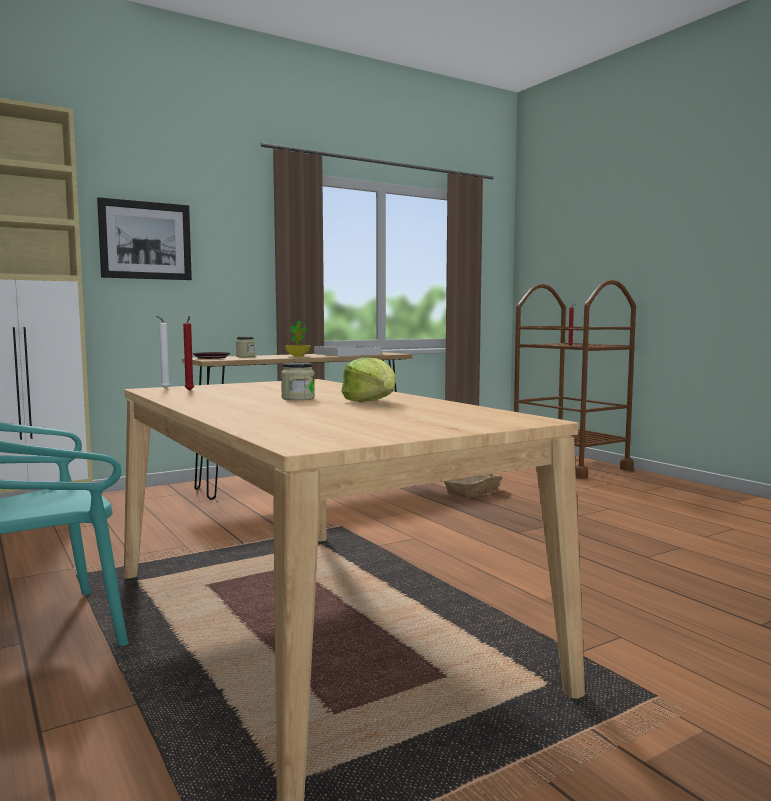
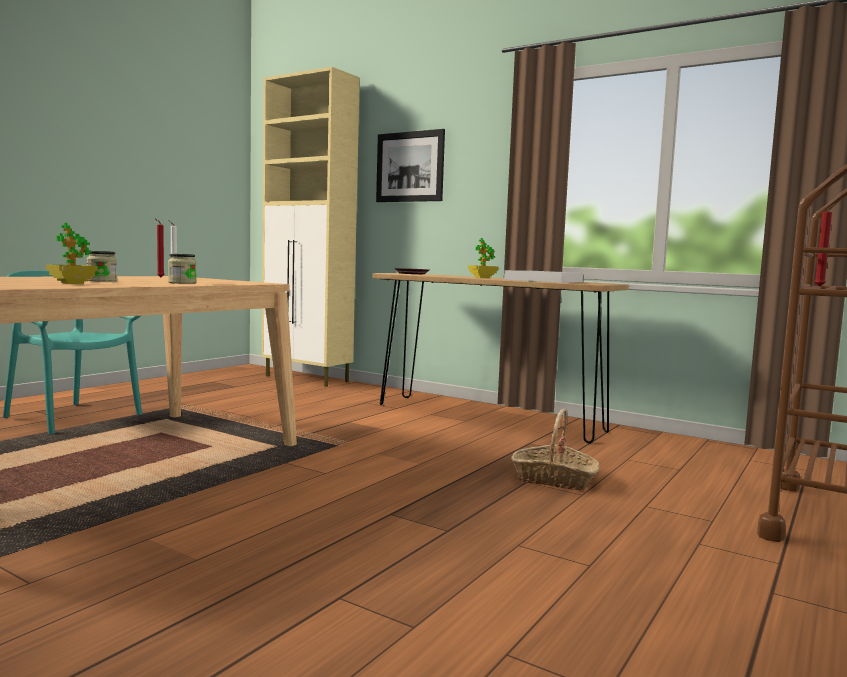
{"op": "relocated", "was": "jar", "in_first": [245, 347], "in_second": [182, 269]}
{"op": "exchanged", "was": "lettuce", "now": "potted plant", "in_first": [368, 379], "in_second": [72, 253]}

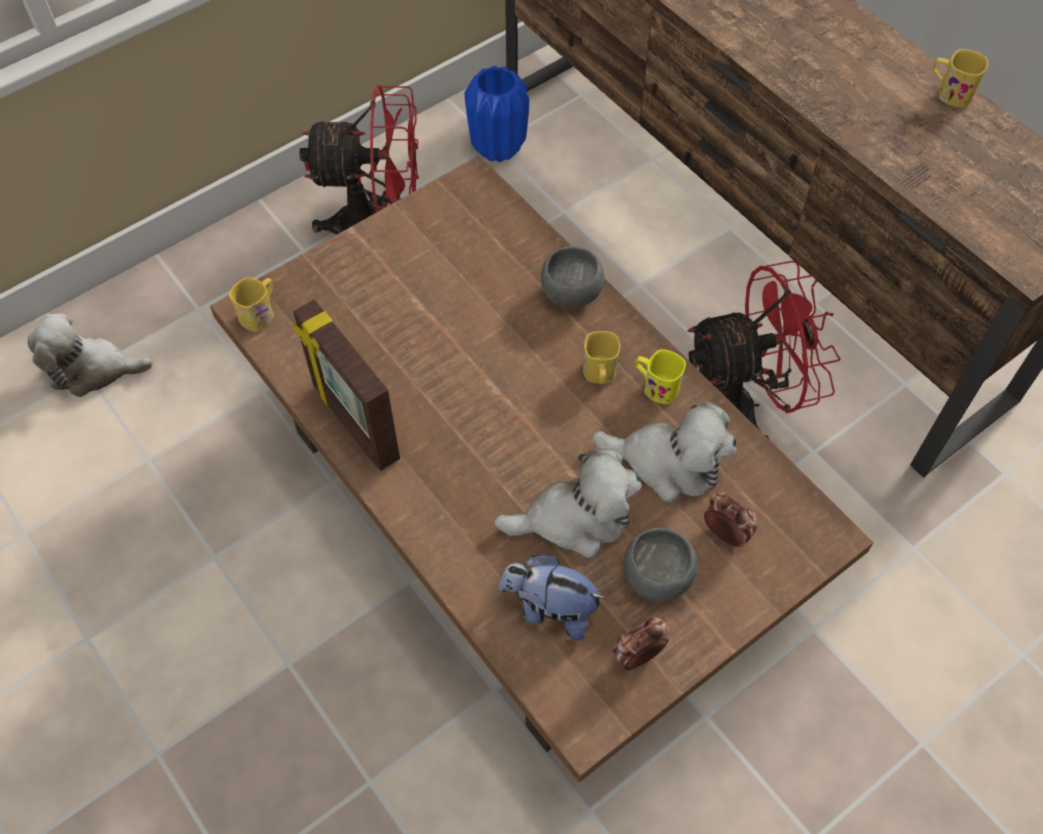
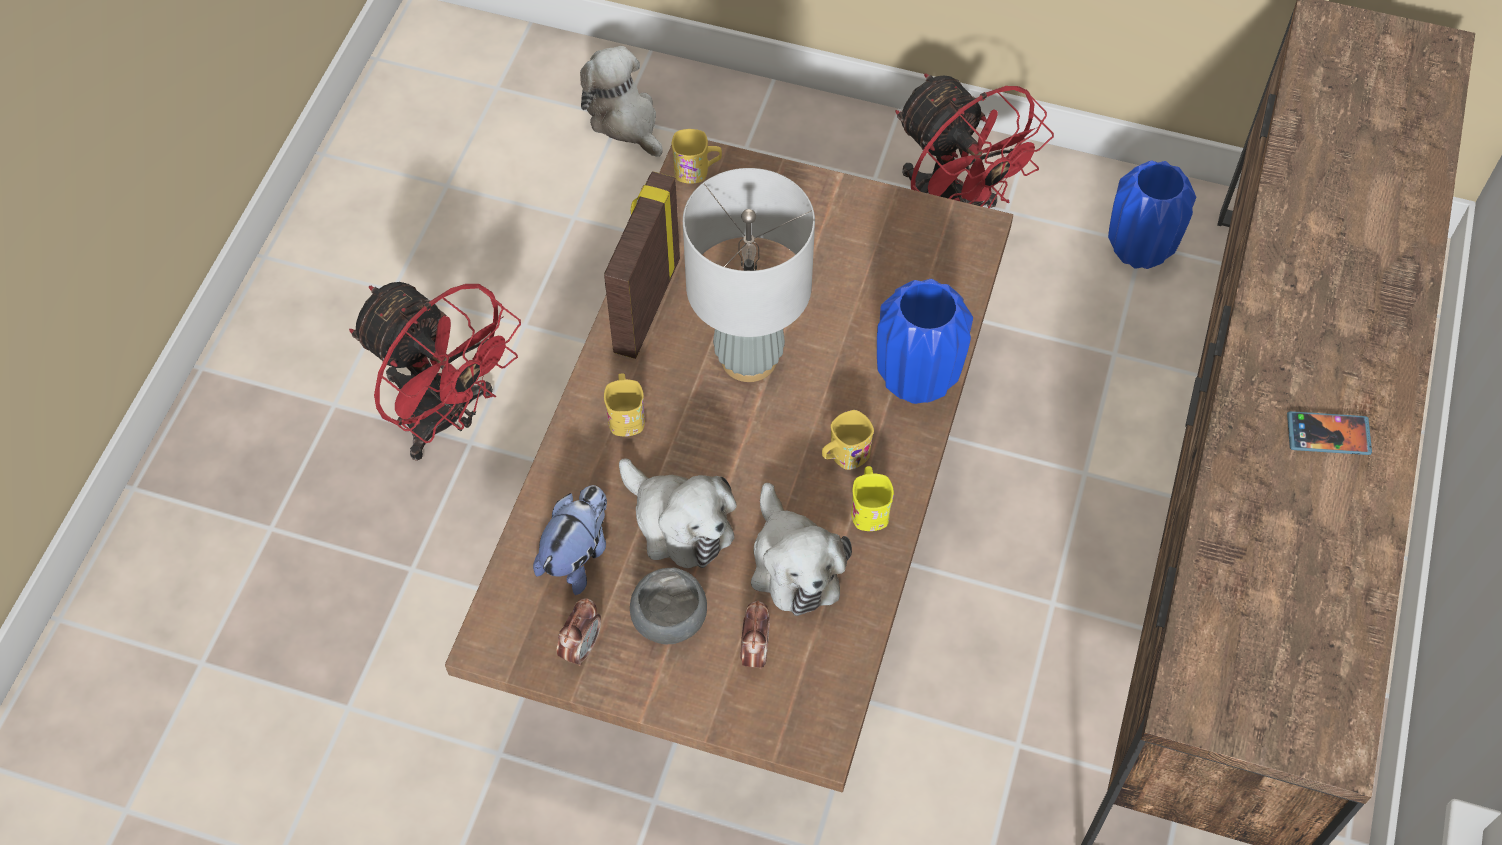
{"op": "spun", "was": "plush toy", "in_first": [552, 597], "in_second": [570, 540], "clockwise": 45}
{"op": "exchanged", "was": "bowl/grey", "now": "vase/blue", "in_first": [572, 277], "in_second": [925, 341]}
{"op": "spun", "was": "alarm clock", "in_first": [641, 643], "in_second": [579, 632], "clockwise": 90}
{"op": "relocated", "was": "fan/red", "in_first": [764, 349], "in_second": [435, 371]}
{"op": "relocated", "was": "mug/yellow", "in_first": [960, 78], "in_second": [624, 405]}
{"op": "appeared", "now": "table lamp/grey", "in_second": [749, 275]}
{"op": "appeared", "now": "phone", "in_second": [1329, 433]}

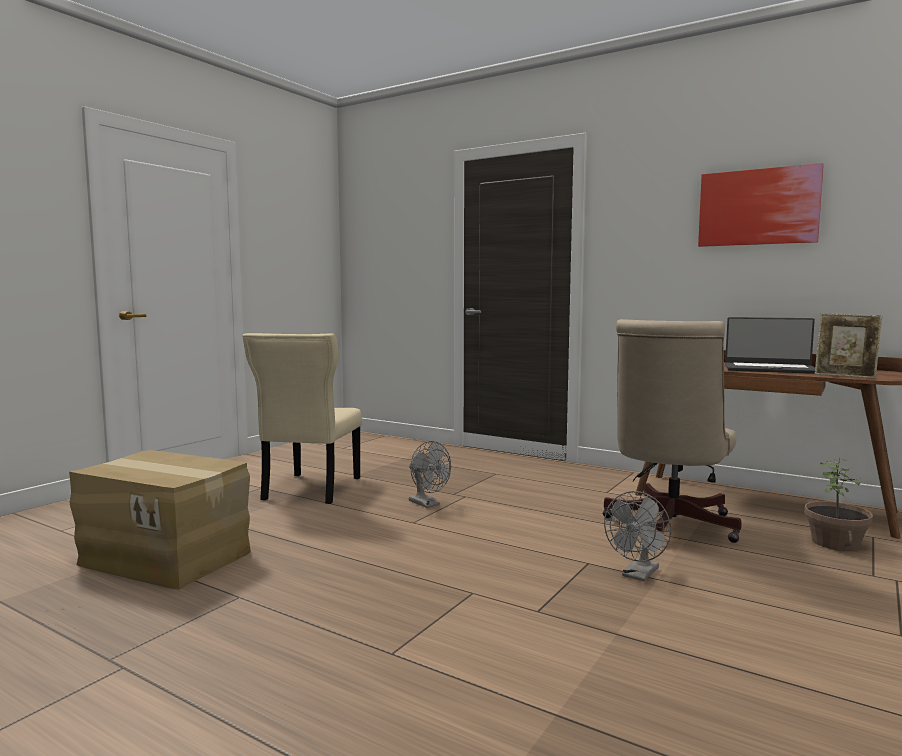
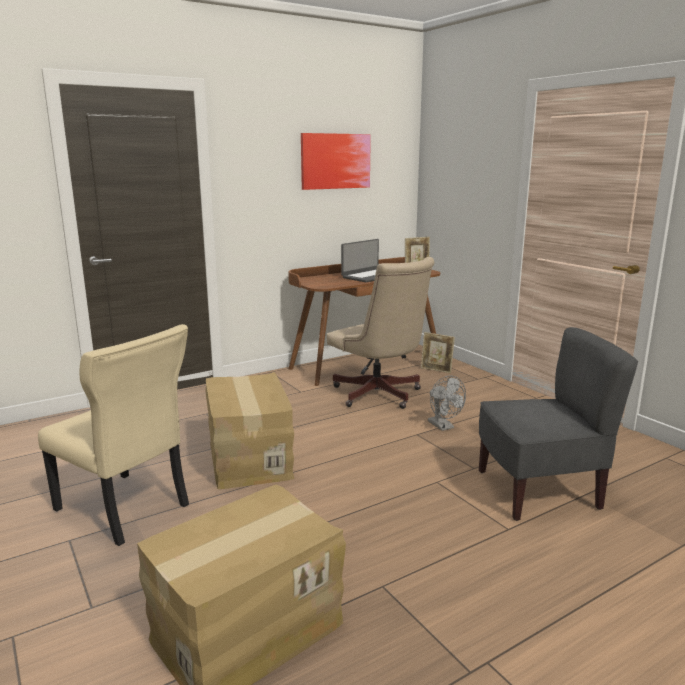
{"op": "exchanged", "was": "fan/grey", "now": "cardboard box", "in_first": [430, 474], "in_second": [249, 430]}
{"op": "exchanged", "was": "potted plant", "now": "picture frame", "in_first": [838, 504], "in_second": [438, 352]}
{"op": "appeared", "now": "chair/grey", "in_second": [558, 424]}

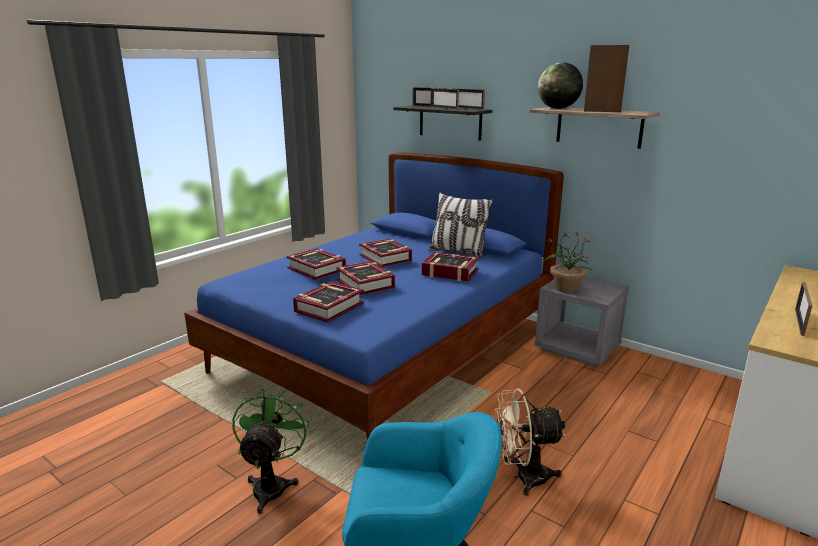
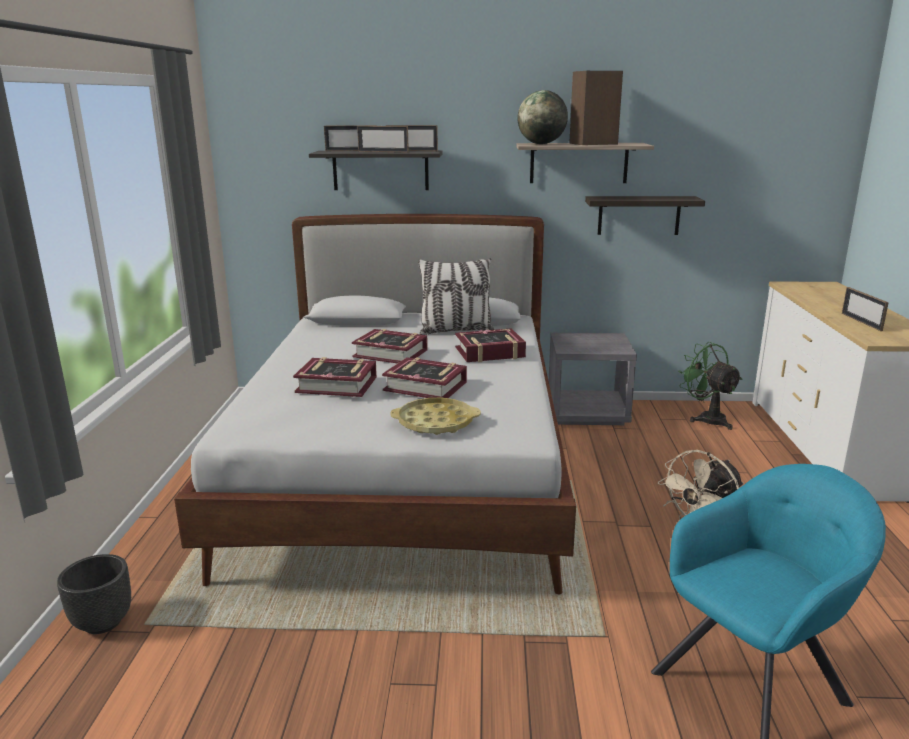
{"op": "colour", "was": "bed/blue", "now": "bed/white", "in_first": [374, 296], "in_second": [375, 404]}
{"op": "relocated", "was": "fan/green", "in_first": [270, 451], "in_second": [710, 386]}
{"op": "exchanged", "was": "book", "now": "tray/yellow", "in_first": [328, 301], "in_second": [435, 416]}
{"op": "missing", "was": "potted plant", "in_first": [568, 262]}
{"op": "appeared", "now": "planter/black", "in_second": [94, 594]}
{"op": "appeared", "now": "shelf", "in_second": [645, 215]}

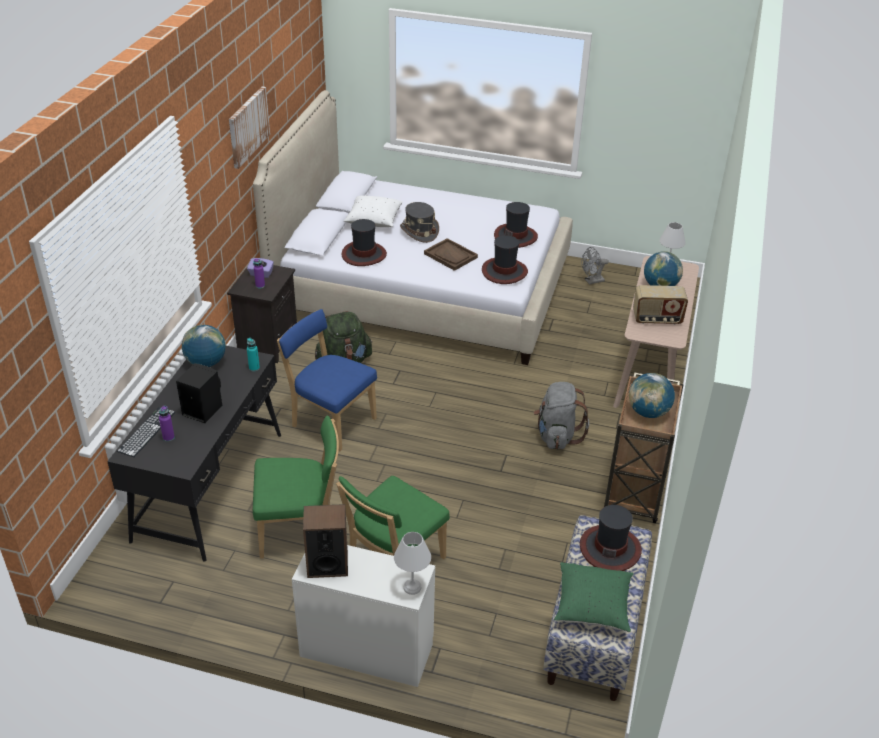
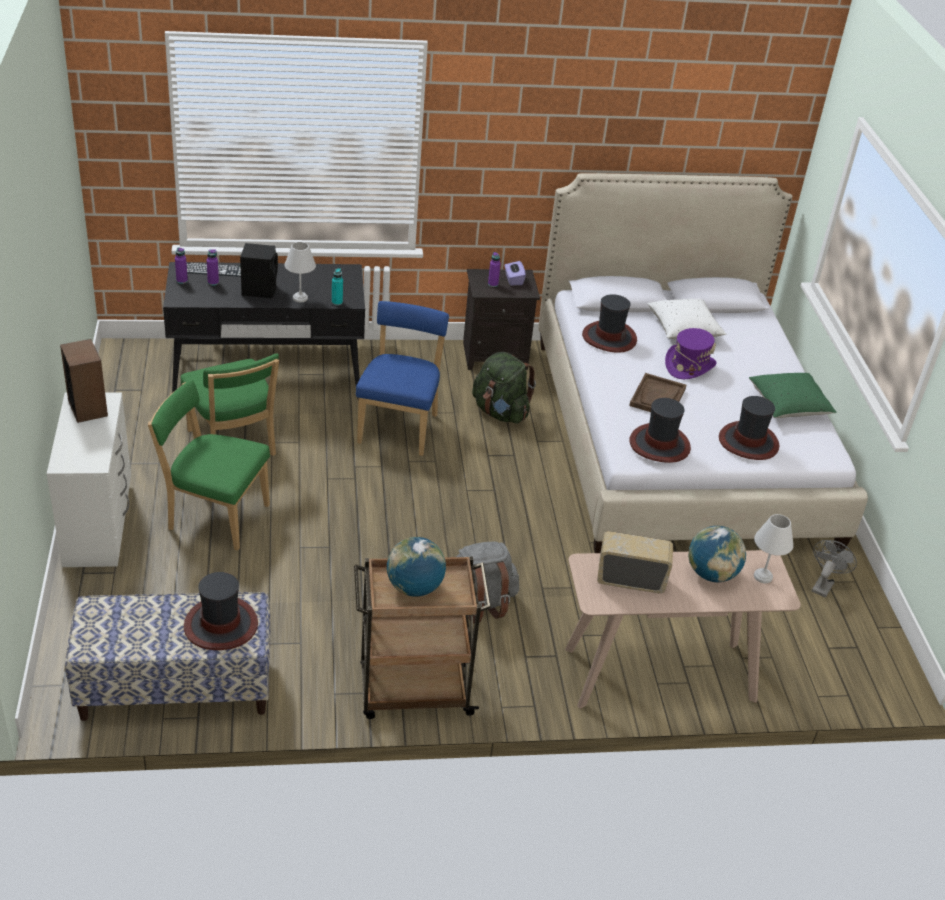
{"op": "missing", "was": "globe", "in_first": [204, 346]}
{"op": "missing", "was": "picture", "in_first": [249, 128]}
{"op": "relocated", "was": "table lamp/white", "in_first": [412, 563], "in_second": [300, 272]}
{"op": "colour", "was": "hat/grey", "now": "hat/purple", "in_first": [419, 222], "in_second": [691, 353]}
{"op": "relocated", "was": "pillow/green", "in_first": [593, 597], "in_second": [792, 395]}
{"op": "spun", "was": "fan/grey", "in_first": [595, 266], "in_second": [834, 569], "clockwise": 75}
{"op": "spun", "was": "radio", "in_first": [660, 305], "in_second": [635, 562], "clockwise": 120}
{"op": "appeared", "now": "bottle/purple", "in_second": [181, 265]}

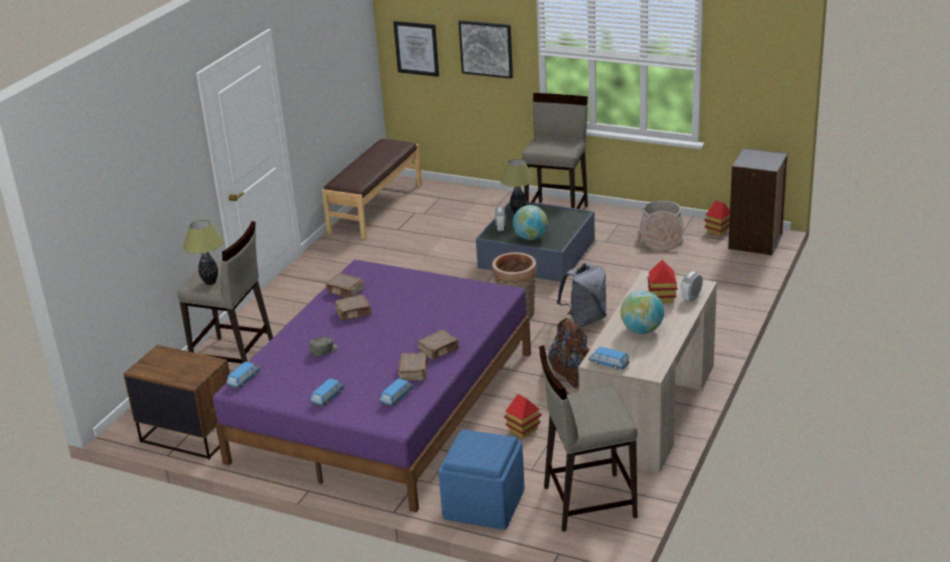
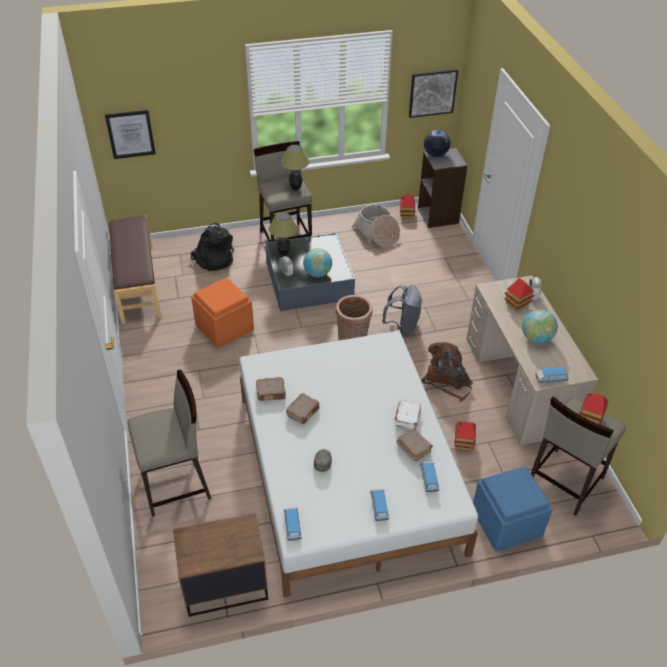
{"op": "relocated", "was": "table lamp", "in_first": [203, 252], "in_second": [295, 167]}
{"op": "colour", "was": "bed/purple", "now": "bed/white", "in_first": [372, 386], "in_second": [358, 464]}
{"op": "colour", "was": "book/brown", "now": "book/white", "in_first": [438, 345], "in_second": [407, 414]}
{"op": "relocated", "was": "picture", "in_first": [485, 49], "in_second": [433, 93]}
{"op": "appeared", "now": "backpack/black", "in_second": [212, 247]}
{"op": "appeared", "now": "ottoman/orange", "in_second": [222, 313]}
{"op": "appeared", "now": "globe", "in_second": [437, 143]}
{"op": "appeared", "now": "toy house", "in_second": [593, 409]}

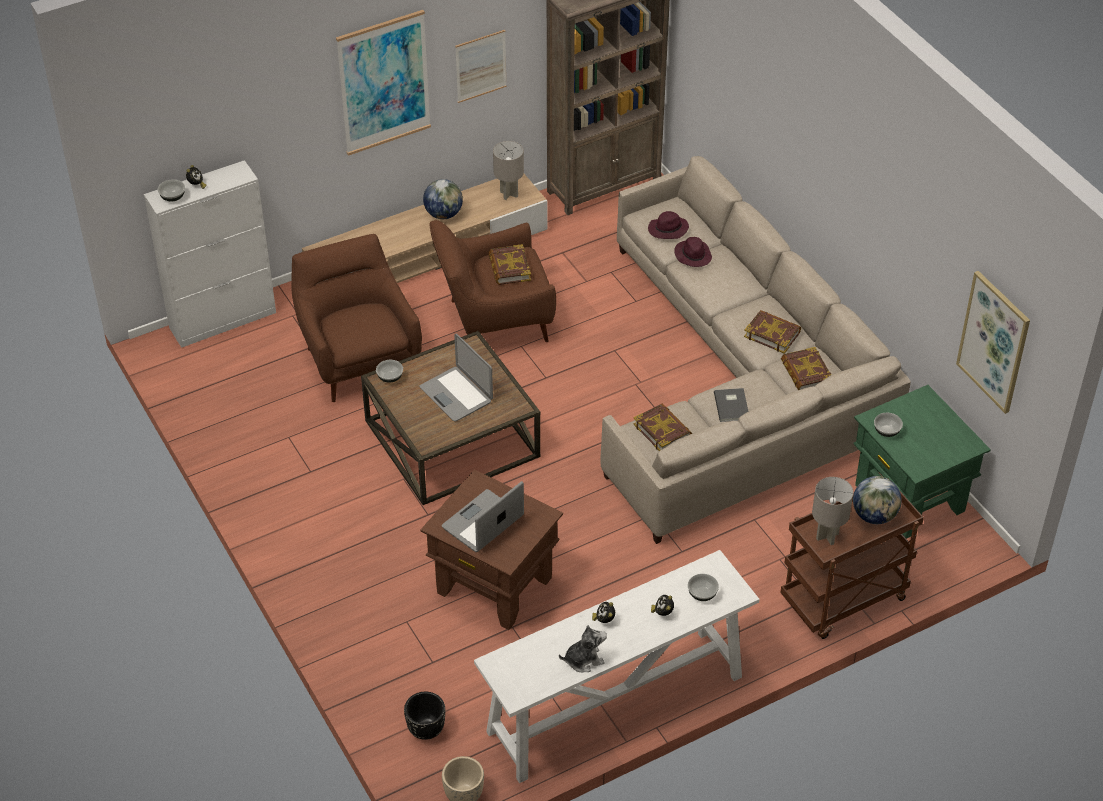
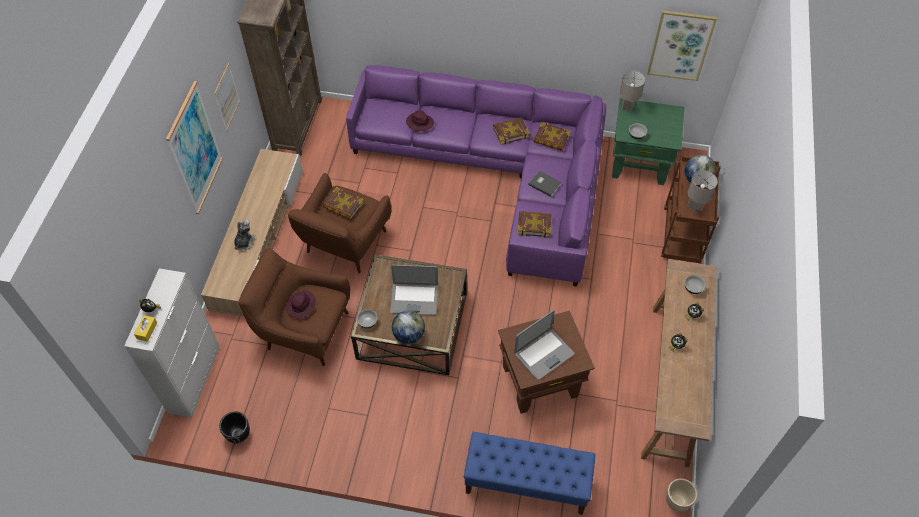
{"op": "exchanged", "was": "bowl", "now": "tissue box/yellow", "in_first": [171, 190], "in_second": [145, 328]}
{"op": "relocated", "was": "planter/black", "in_first": [424, 716], "in_second": [234, 427]}
{"op": "relocated", "was": "globe", "in_first": [443, 199], "in_second": [408, 327]}
{"op": "spun", "was": "laptop", "in_first": [483, 516], "in_second": [544, 345], "clockwise": -120}
{"op": "colour", "was": "console table/white", "now": "console table/brown", "in_first": [617, 666], "in_second": [678, 363]}
{"op": "relocated", "was": "table lamp/grey", "in_first": [508, 170], "in_second": [633, 92]}
{"op": "relocated", "was": "plush toy", "in_first": [583, 648], "in_second": [245, 235]}
{"op": "colour", "was": "sofa/beige", "now": "sofa/purple", "in_first": [756, 350], "in_second": [476, 176]}
{"op": "relocated", "was": "hat/purple", "in_first": [668, 225], "in_second": [300, 304]}
{"op": "appeared", "now": "bench/blue", "in_second": [529, 473]}

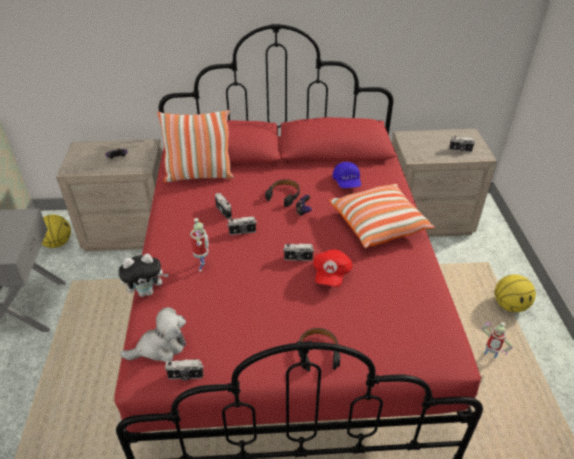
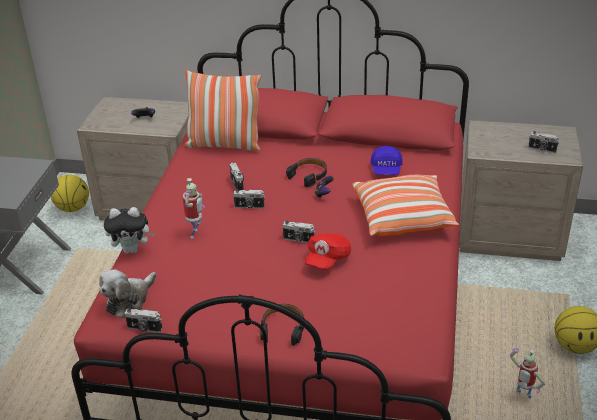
{"op": "spun", "was": "plush toy", "in_first": [153, 334], "in_second": [128, 294], "clockwise": 135}

